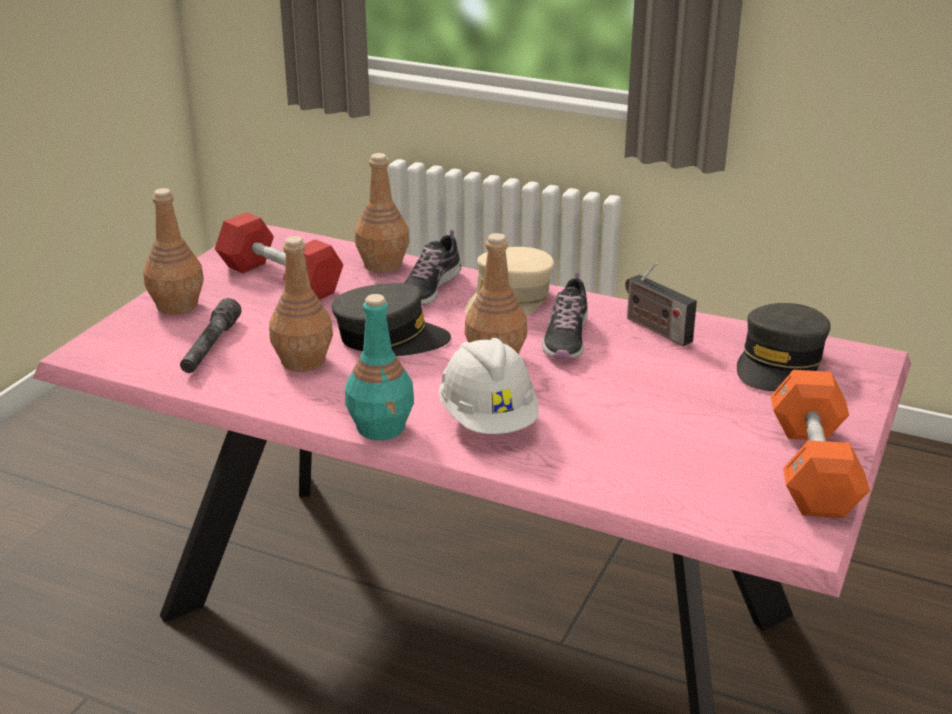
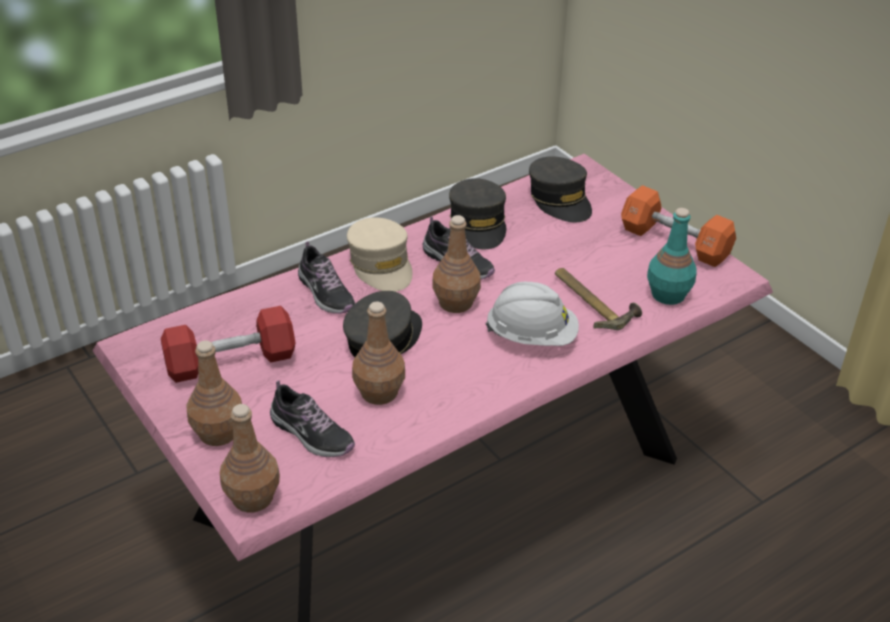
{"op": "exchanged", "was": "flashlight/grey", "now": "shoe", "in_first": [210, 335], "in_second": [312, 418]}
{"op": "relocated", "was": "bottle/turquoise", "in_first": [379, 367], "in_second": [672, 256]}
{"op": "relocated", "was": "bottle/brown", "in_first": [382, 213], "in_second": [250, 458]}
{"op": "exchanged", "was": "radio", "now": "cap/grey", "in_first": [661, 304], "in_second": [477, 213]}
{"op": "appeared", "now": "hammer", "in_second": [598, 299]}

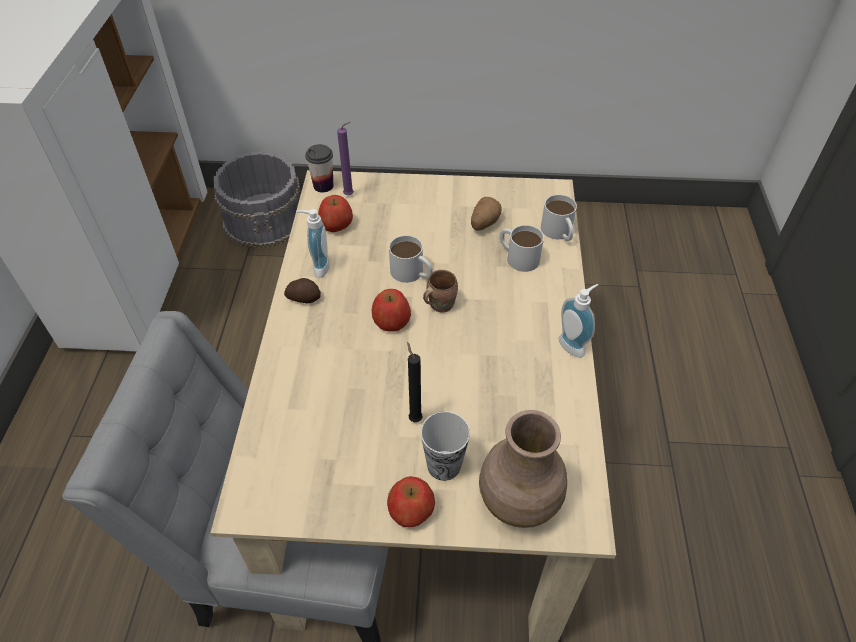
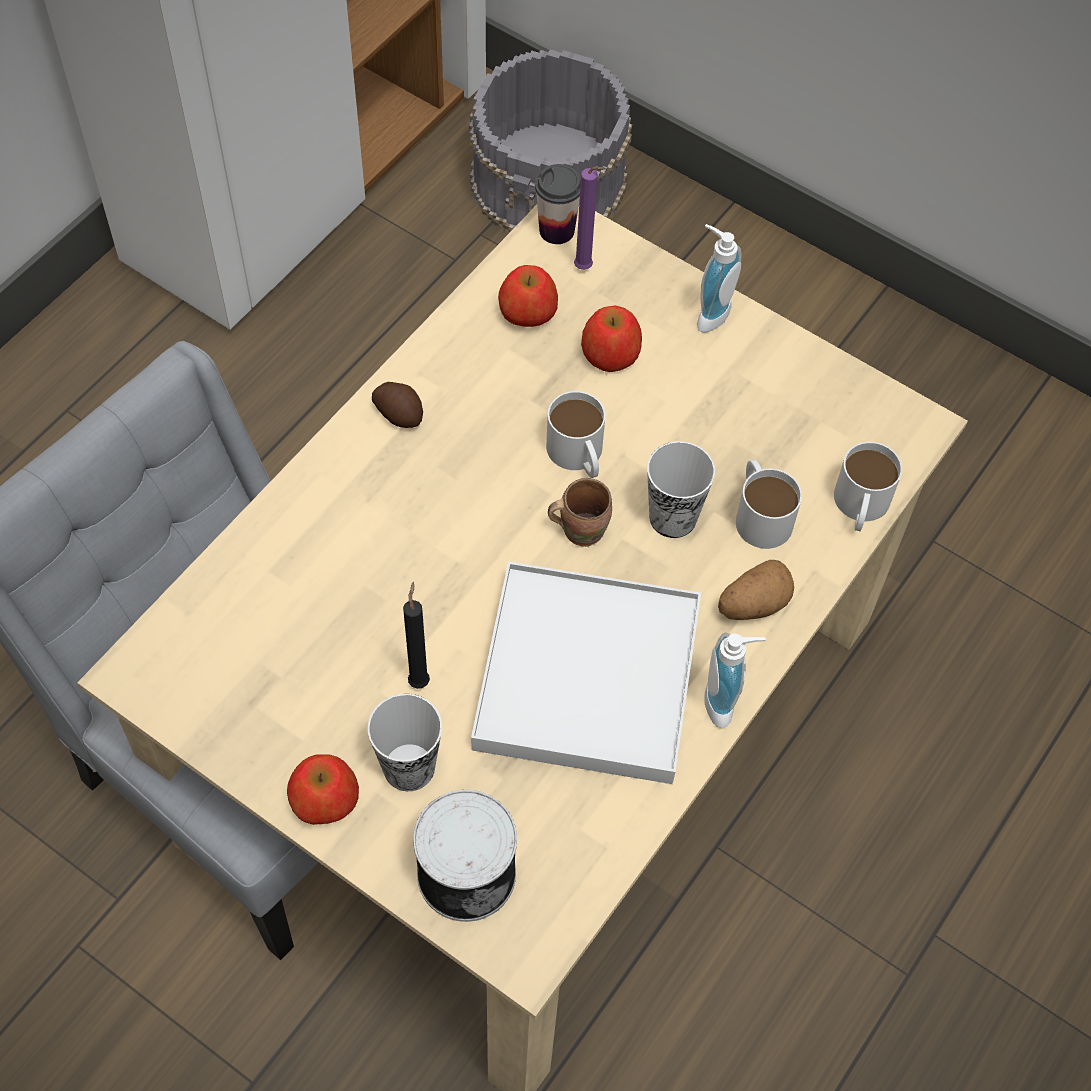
{"op": "relocated", "was": "soap dispenser", "in_first": [313, 243], "in_second": [719, 278]}
{"op": "relocated", "was": "apple", "in_first": [391, 310], "in_second": [611, 338]}
{"op": "relocated", "was": "potato", "in_first": [486, 214], "in_second": [756, 590]}
{"op": "exchanged", "was": "vase/brown", "now": "can", "in_first": [523, 469], "in_second": [465, 856]}
{"op": "appeared", "now": "tray/white", "in_second": [586, 673]}
{"op": "appeared", "now": "cup", "in_second": [681, 489]}

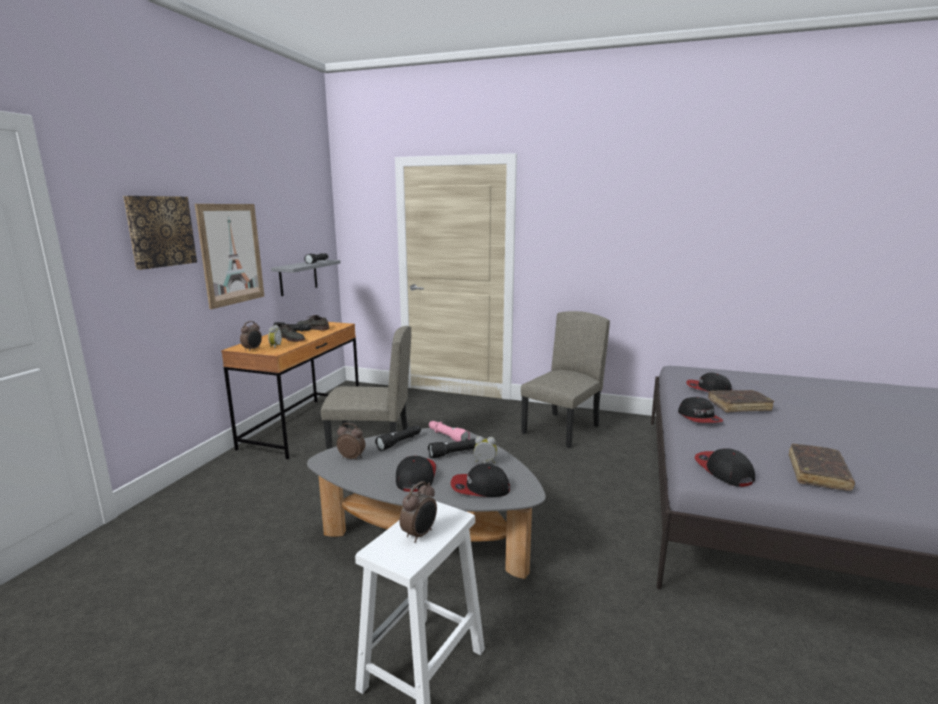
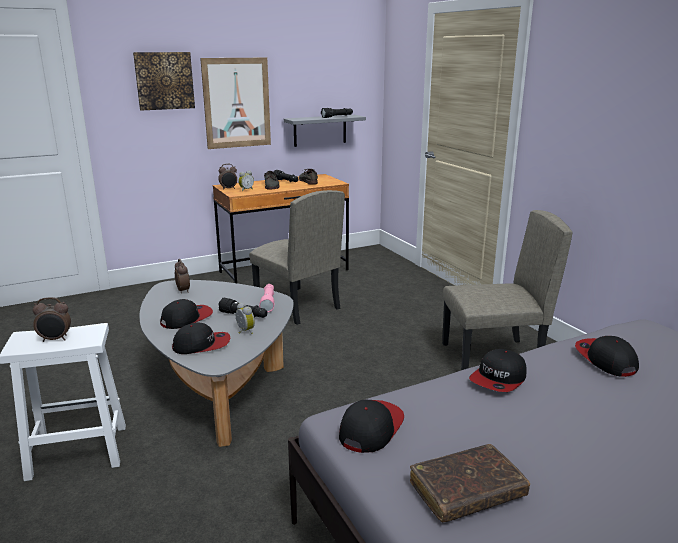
{"op": "missing", "was": "flashlight/black", "in_first": [398, 438]}
{"op": "spun", "was": "cap", "in_first": [480, 480], "in_second": [201, 338], "clockwise": 120}
{"op": "missing", "was": "book/brown", "in_first": [741, 401]}

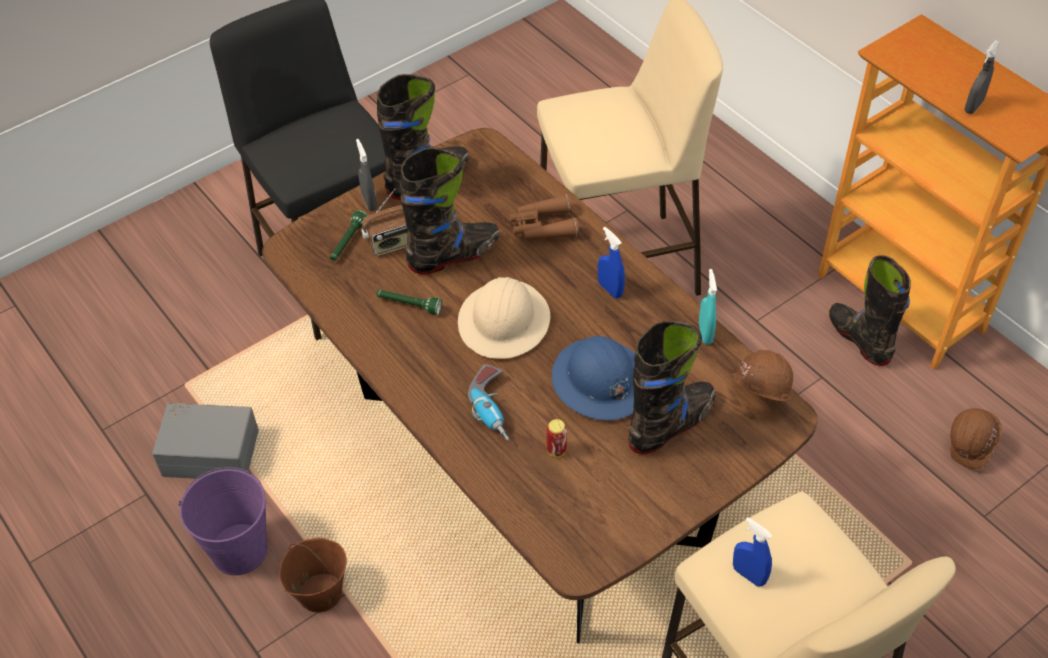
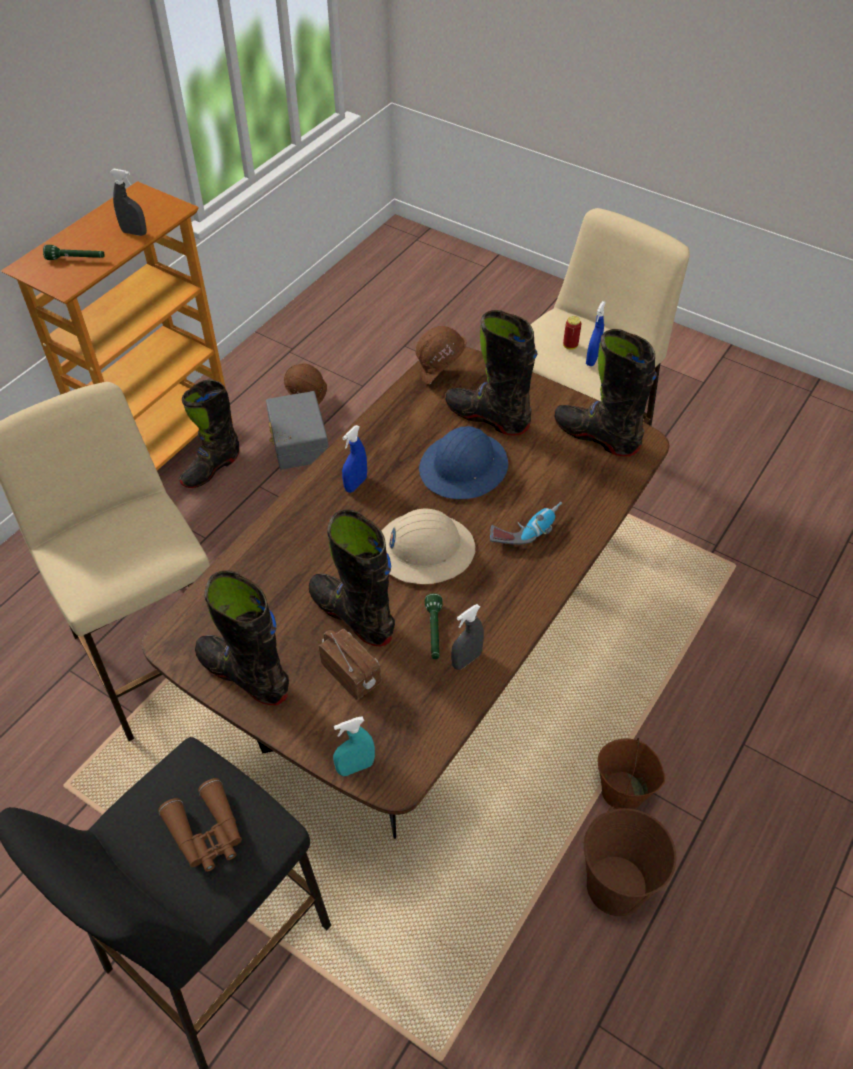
{"op": "relocated", "was": "storage box/grey", "in_first": [205, 441], "in_second": [297, 430]}
{"op": "colour", "was": "bucket/purple", "now": "bucket/brown", "in_first": [223, 521], "in_second": [630, 861]}
{"op": "relocated", "was": "flashlight/green", "in_first": [349, 235], "in_second": [74, 252]}
{"op": "relocated", "was": "spray bottle/grey", "in_first": [366, 175], "in_second": [467, 637]}
{"op": "relocated", "was": "binoculars/brown", "in_first": [544, 217], "in_second": [200, 825]}
{"op": "relocated", "was": "can", "in_first": [557, 438], "in_second": [572, 333]}
{"op": "relocated", "was": "spray bottle/turquoise", "in_first": [708, 307], "in_second": [354, 746]}
{"op": "appeared", "now": "boot/black", "in_second": [605, 392]}

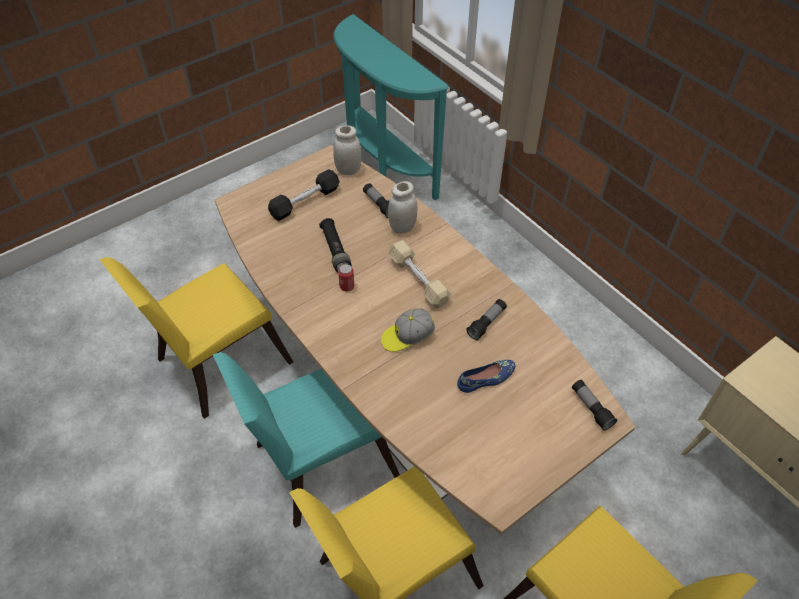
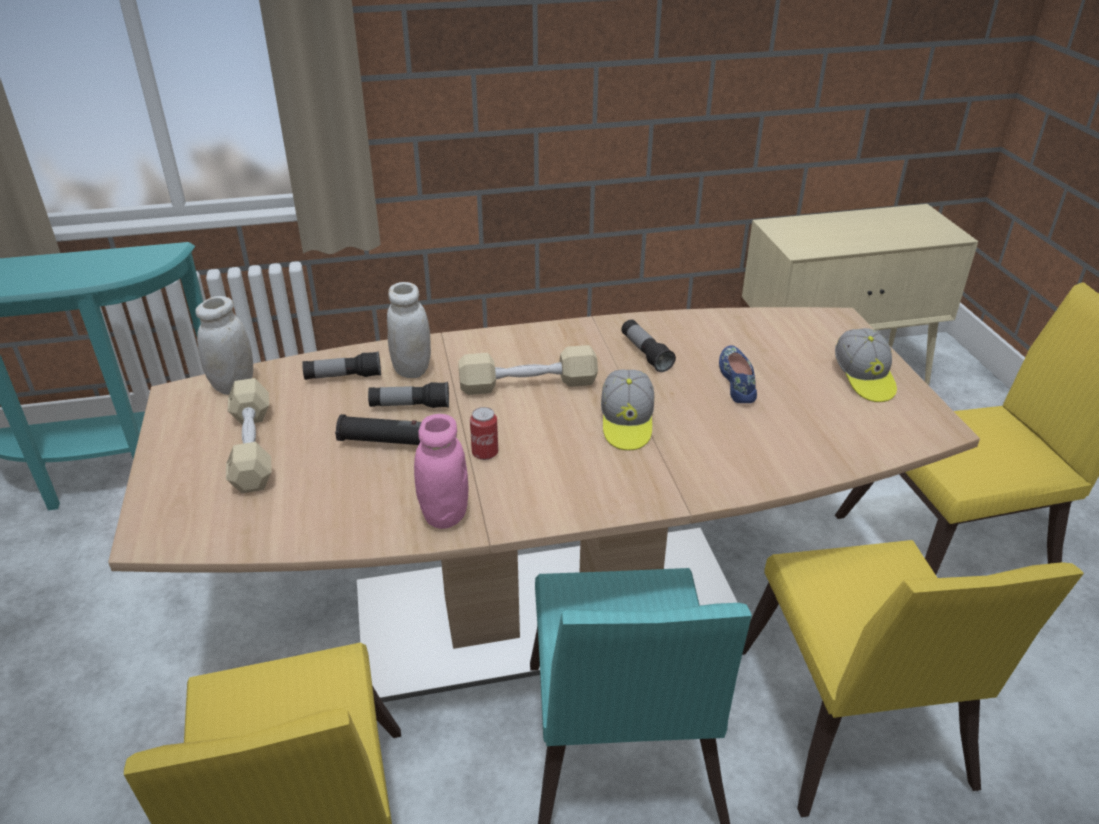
{"op": "colour", "was": "dumbbell/black", "now": "dumbbell/beige", "in_first": [304, 195], "in_second": [249, 435]}
{"op": "relocated", "was": "flashlight", "in_first": [594, 405], "in_second": [408, 395]}
{"op": "appeared", "now": "jar/pink", "in_second": [441, 471]}
{"op": "appeared", "now": "cap", "in_second": [866, 365]}

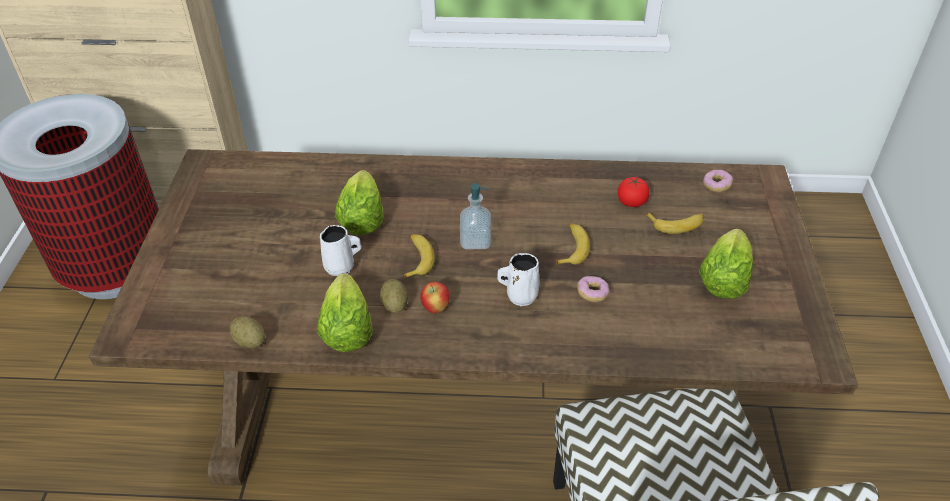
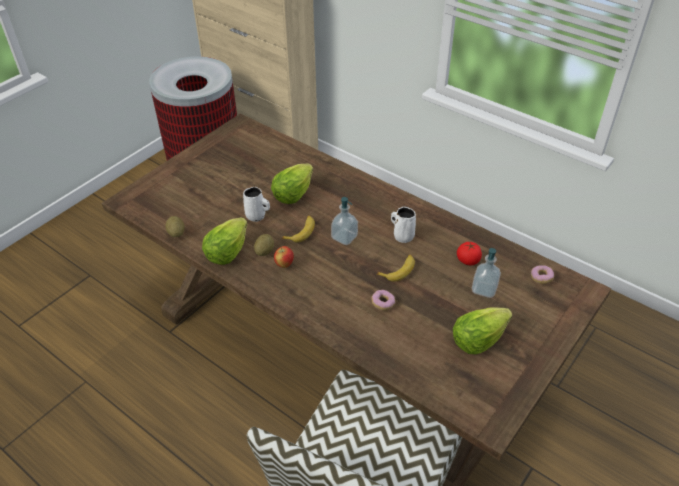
{"op": "relocated", "was": "mug/white", "in_first": [518, 279], "in_second": [403, 225]}
{"op": "exchanged", "was": "banana", "now": "soap dispenser", "in_first": [674, 223], "in_second": [486, 273]}

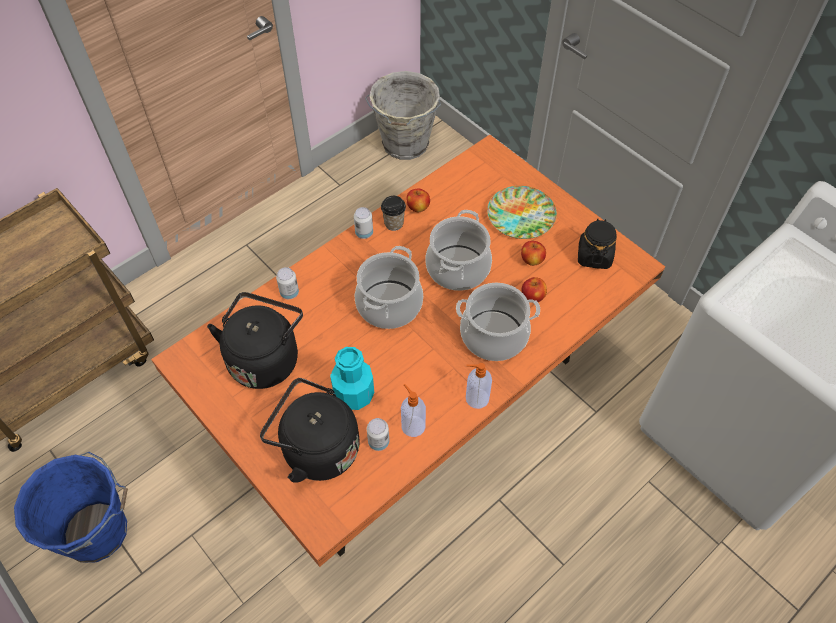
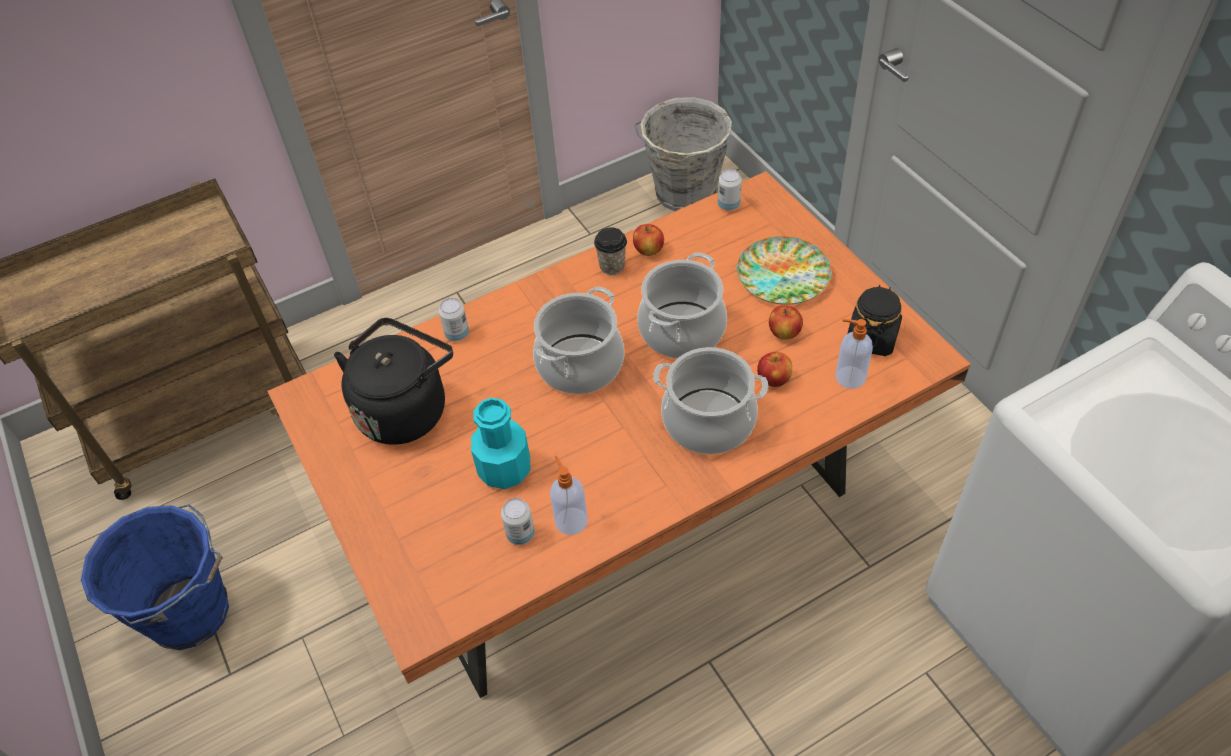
{"op": "missing", "was": "kettle/black", "in_first": [310, 430]}
{"op": "relocated", "was": "can", "in_first": [363, 223], "in_second": [730, 190]}
{"op": "relocated", "was": "soap dispenser", "in_first": [479, 386], "in_second": [854, 354]}

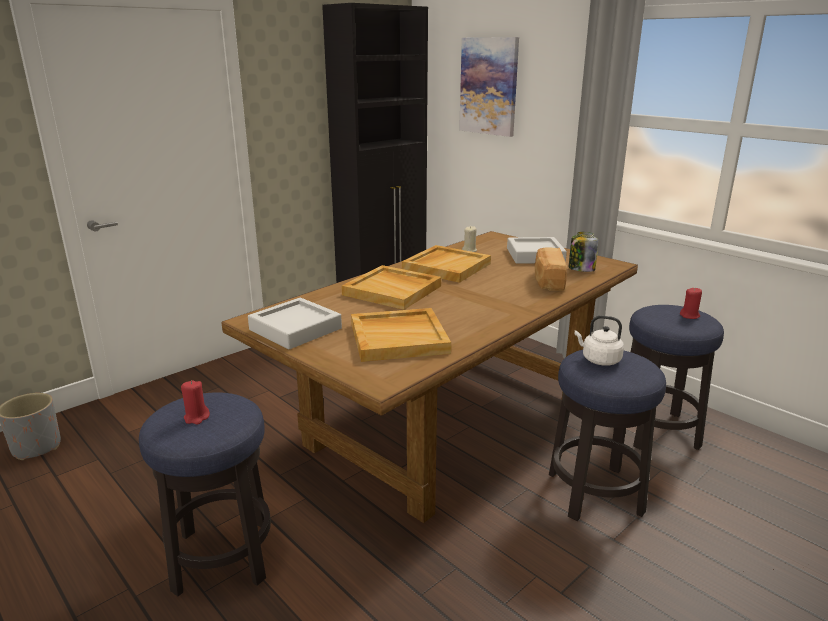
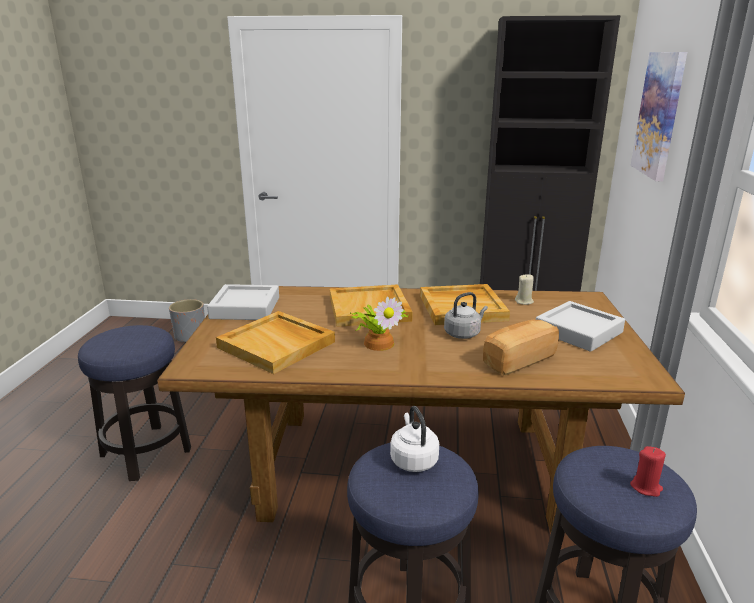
{"op": "missing", "was": "candle/red", "in_first": [195, 402]}
{"op": "missing", "was": "jar", "in_first": [583, 252]}
{"op": "appeared", "now": "potted plant", "in_second": [379, 323]}
{"op": "appeared", "now": "kettle/grey", "in_second": [466, 315]}

